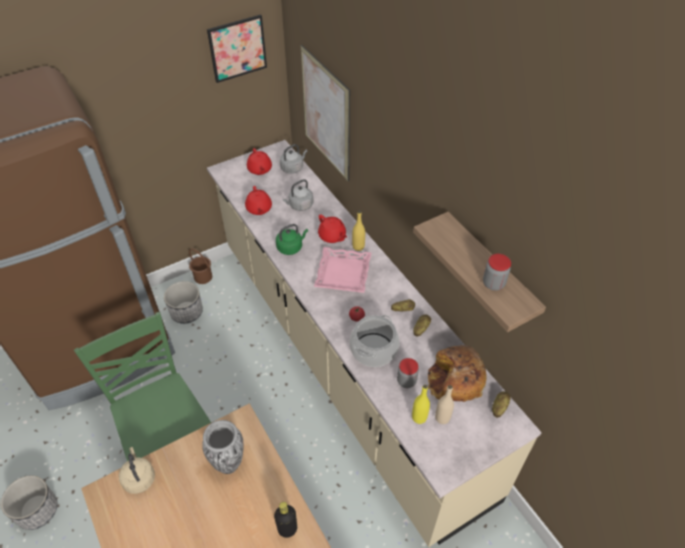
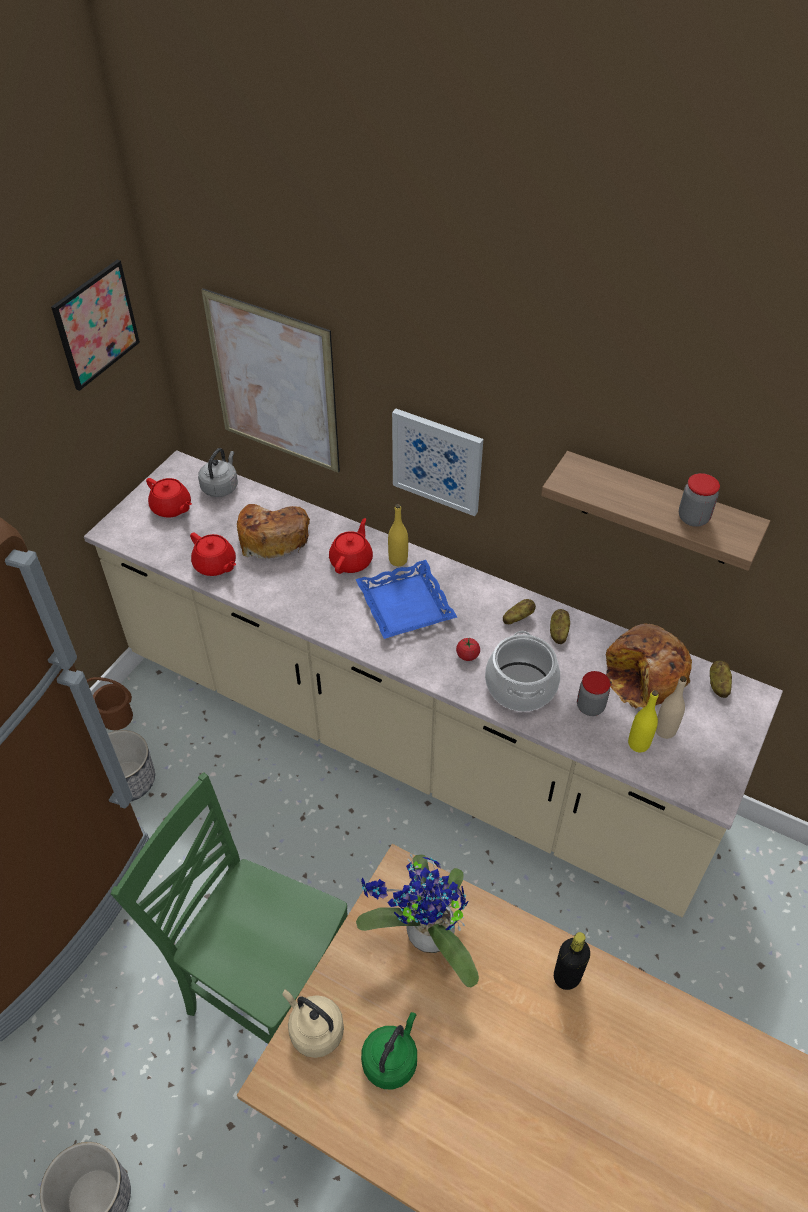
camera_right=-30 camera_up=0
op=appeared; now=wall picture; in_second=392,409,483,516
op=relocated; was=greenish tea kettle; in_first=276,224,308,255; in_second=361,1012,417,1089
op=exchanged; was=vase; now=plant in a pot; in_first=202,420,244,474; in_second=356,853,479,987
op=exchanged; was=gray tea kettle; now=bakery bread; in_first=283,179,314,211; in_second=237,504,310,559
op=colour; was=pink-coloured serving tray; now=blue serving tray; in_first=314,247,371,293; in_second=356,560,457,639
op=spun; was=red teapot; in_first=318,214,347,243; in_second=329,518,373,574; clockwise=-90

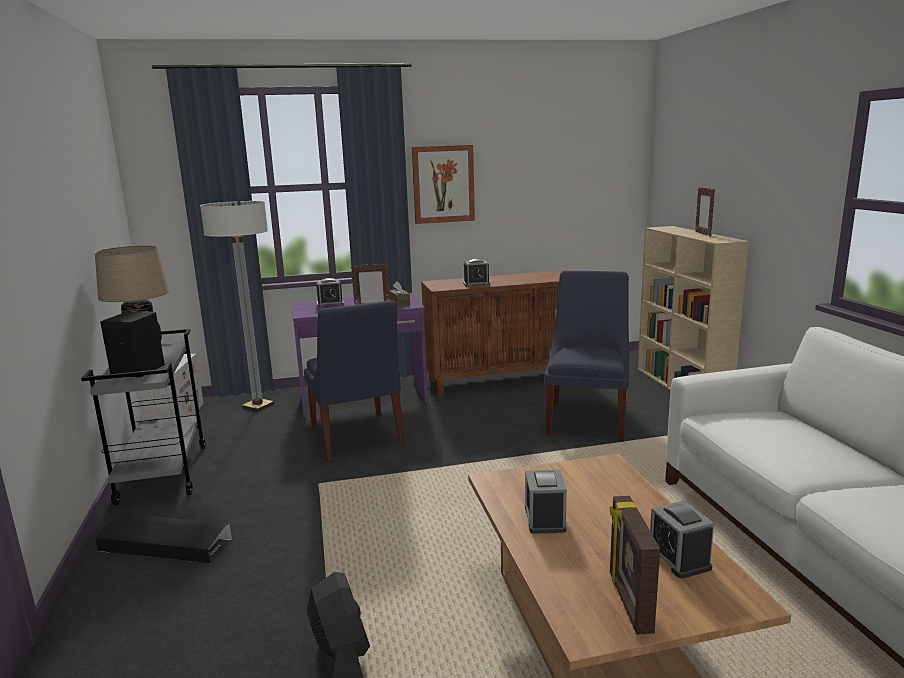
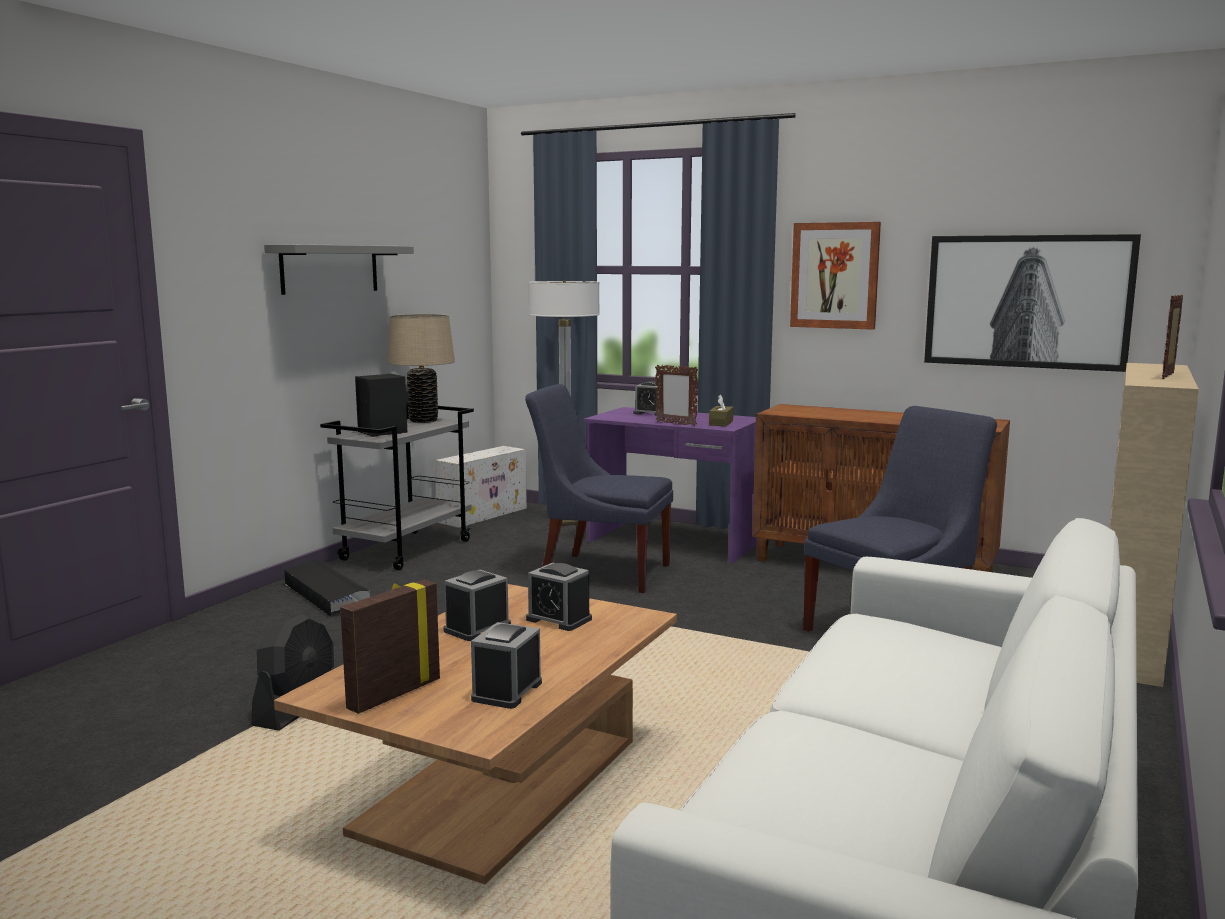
camera_right=40 camera_up=-5
op=appeared; now=gray shelf; in_second=264,244,414,295
op=appeared; now=wall picture; in_second=924,234,1141,372
op=relocated; was=bedside clock; in_first=463,259,490,287; in_second=526,563,592,631
op=spun; was=blue upright chair; in_first=304,300,405,461; in_second=525,384,673,593; clockwise=90

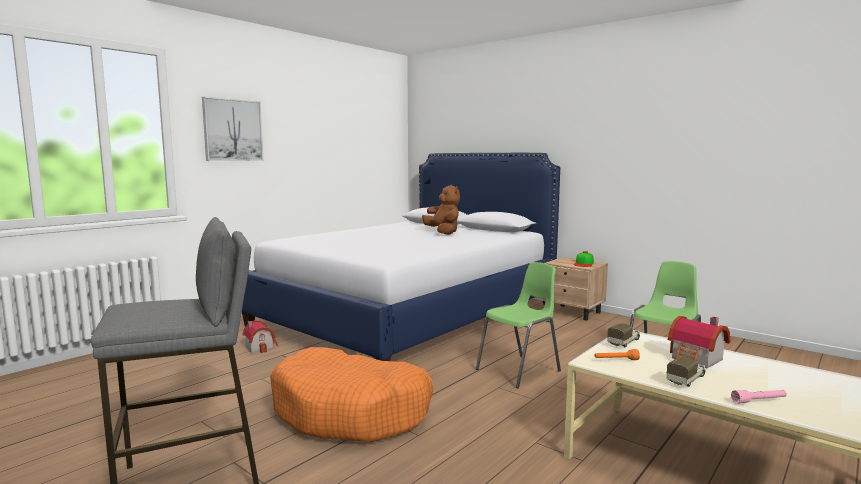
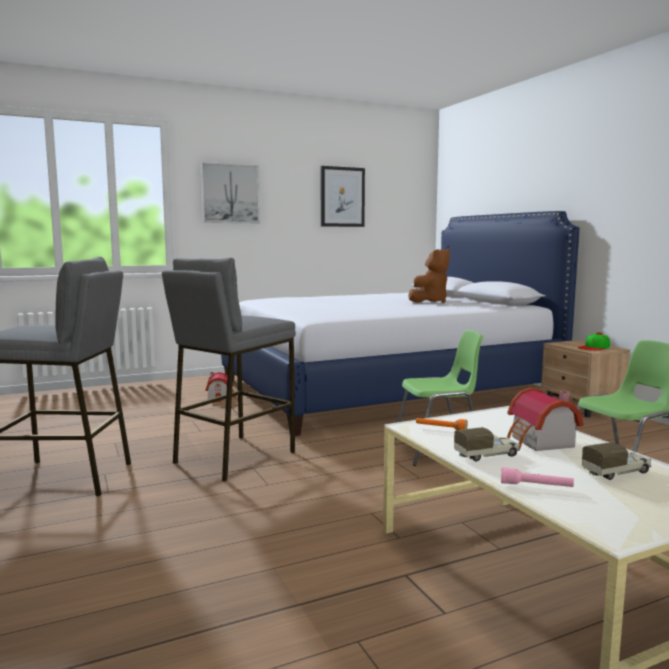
camera_right=25 camera_up=0
op=appeared; now=wall picture; in_second=321,166,365,227
op=relocated; was=toy lorry; in_first=607,323,640,347; in_second=582,442,651,480
op=exchanged; was=orangey dog bed; now=gray sitting stool; in_first=270,347,434,442; in_second=162,258,296,482
op=spun; was=brown plush toy; in_first=422,184,460,235; in_second=408,248,450,303; clockwise=45

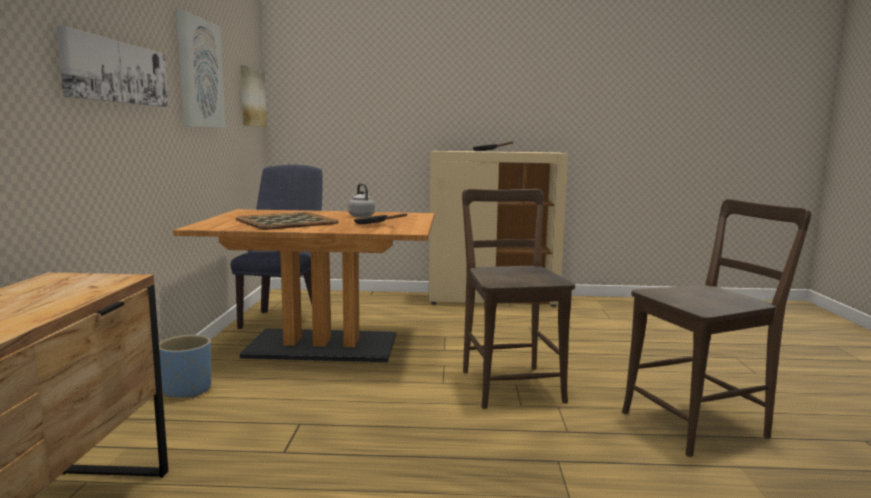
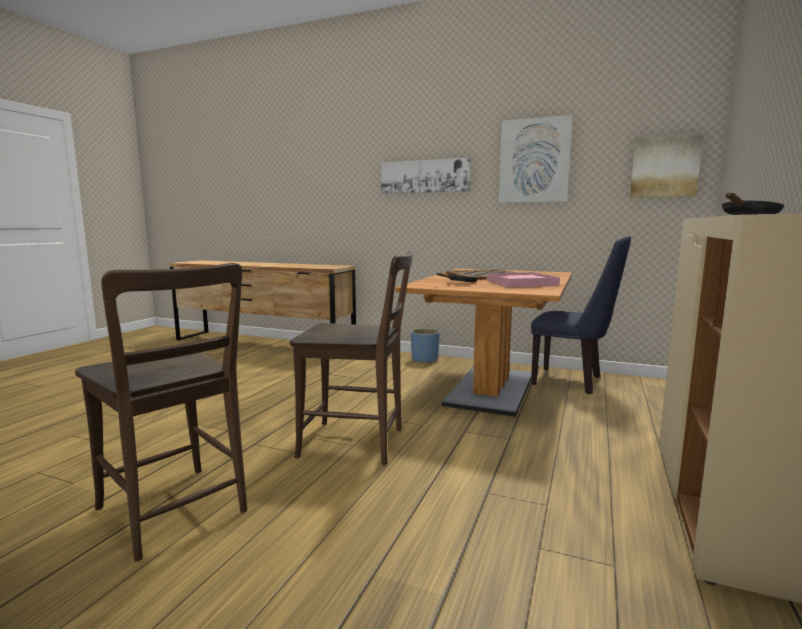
camera_right=110 camera_up=0
op=exchanged; was=gray tea kettle; now=pink-coloured serving tray; in_first=348,183,375,217; in_second=487,272,560,287
op=spun; was=brown upright chair; in_first=622,199,811,457; in_second=75,263,247,562; clockwise=-45

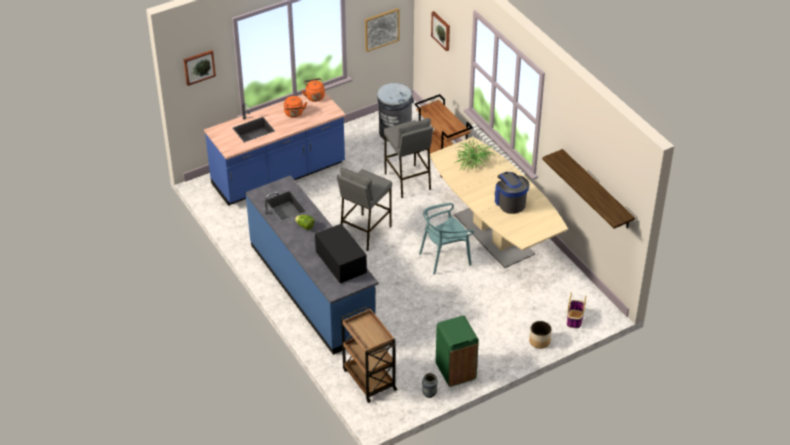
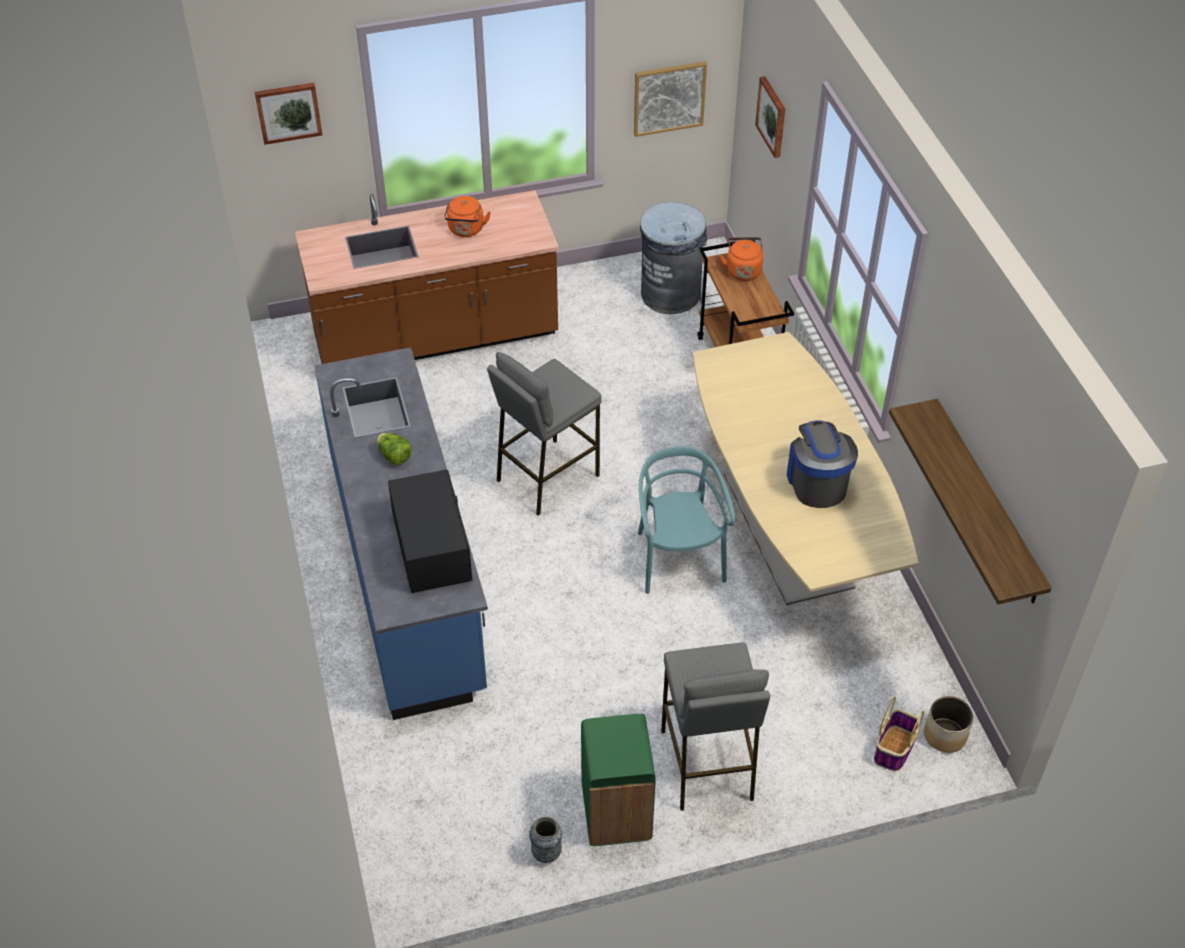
camera_right=15 camera_up=5
op=missing; was=brown wheeled cart; in_first=341,307,398,403
op=missing; was=plant in a pot; in_first=455,139,495,170
op=relocated; was=orangey tea kettle; in_first=302,78,325,102; in_second=719,237,763,281
op=relocated; was=gray sitting stool; in_first=384,118,433,198; in_second=661,643,770,811
op=relocated; was=plant pot; in_first=529,321,552,349; in_second=924,696,973,753
op=colour; was=blue kitchen counter; now=brown kitchen counter; in_first=204,92,346,206; in_second=295,190,559,364
op=spun; was=turquoise-coloured upright chair; in_first=419,203,474,275; in_second=638,446,735,594; clockwise=90

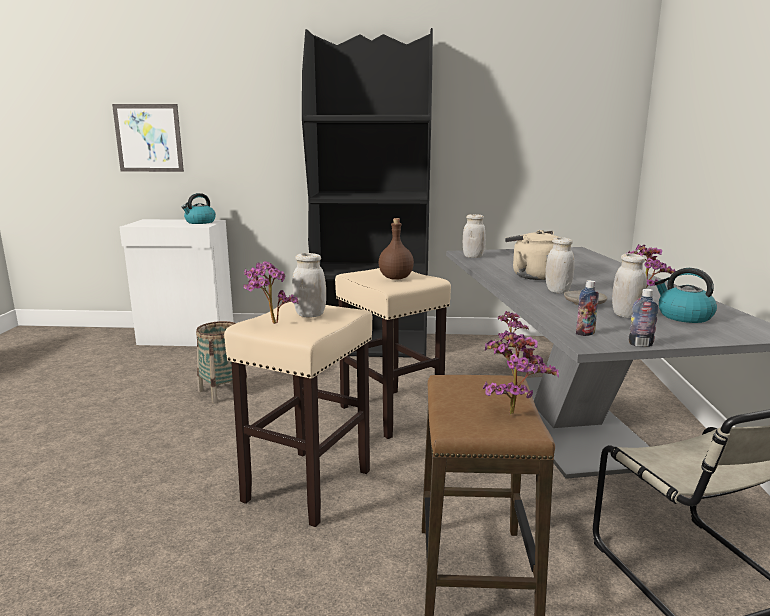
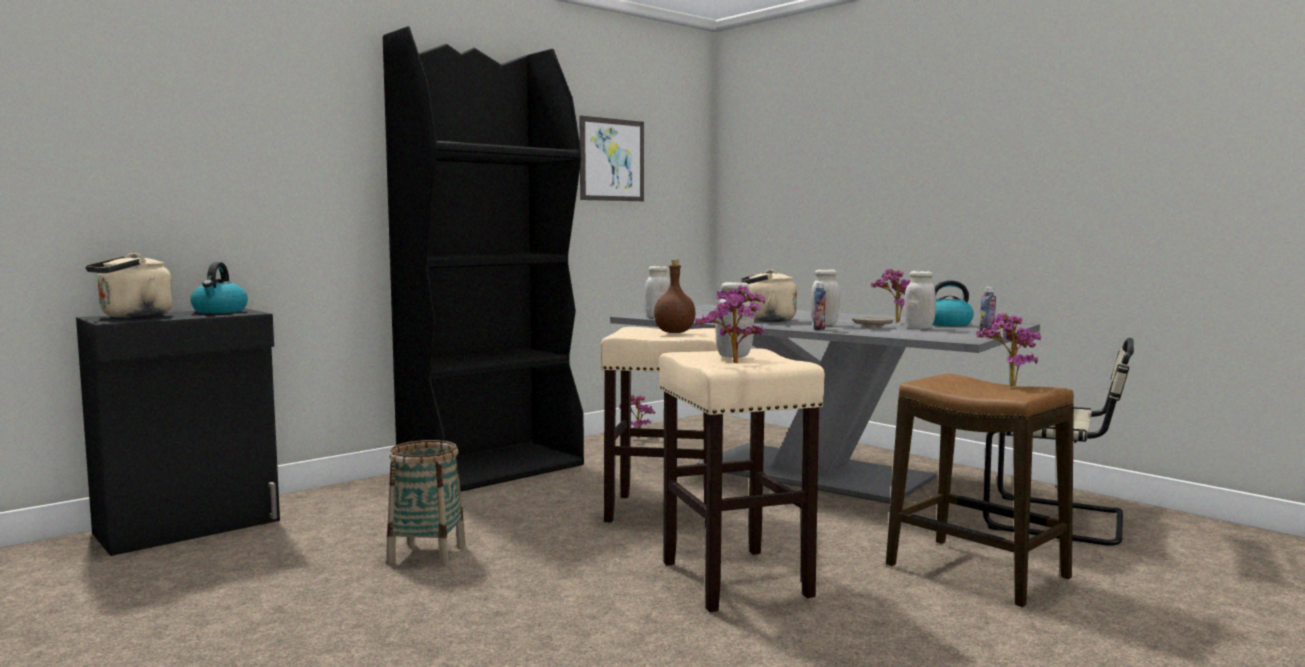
camera_right=-45 camera_up=-10
op=appeared; now=sand-coloured tea kettle; in_second=85,253,173,318
op=relocated; was=wall picture; in_first=112,104,184,172; in_second=579,116,644,201
op=relocated; was=drink bottle; in_first=576,280,599,336; in_second=813,283,826,330
op=colour; was=white-coloured cabinet; now=black cabinet; in_first=119,219,233,346; in_second=76,308,280,556

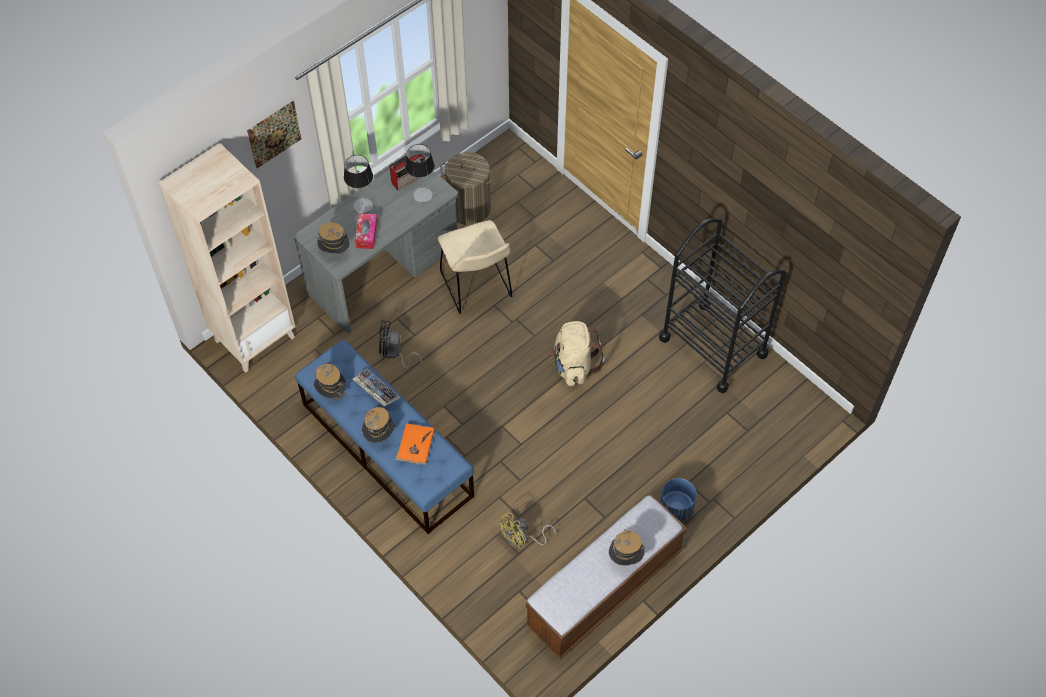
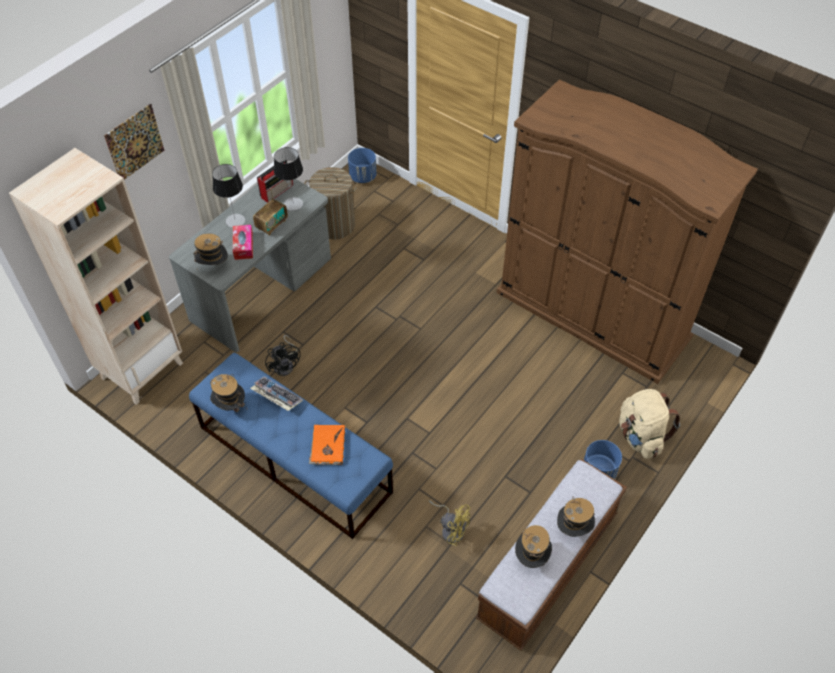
camera_right=-10 camera_up=-5
op=missing; was=sand-coloured upright chair; in_first=438,220,512,314
op=appeared; now=radio; in_second=253,188,288,236
op=appeared; now=blue plant pot; in_second=348,148,377,183
op=relocated; was=clothing hat; in_first=362,407,395,443; in_second=515,525,552,568
op=relocated; was=sand-coloured knapsack; in_first=550,321,605,386; in_second=619,389,680,459
op=exchanged; was=black wheeled cart; now=brown armoire; in_first=659,218,786,393; in_second=497,79,758,384
op=spun; was=black fan; in_first=378,320,422,368; in_second=265,335,300,376; clockwise=-105
op=spun; was=yellowish fan; in_first=497,512,556,549; in_second=429,500,470,546; clockwise=-105

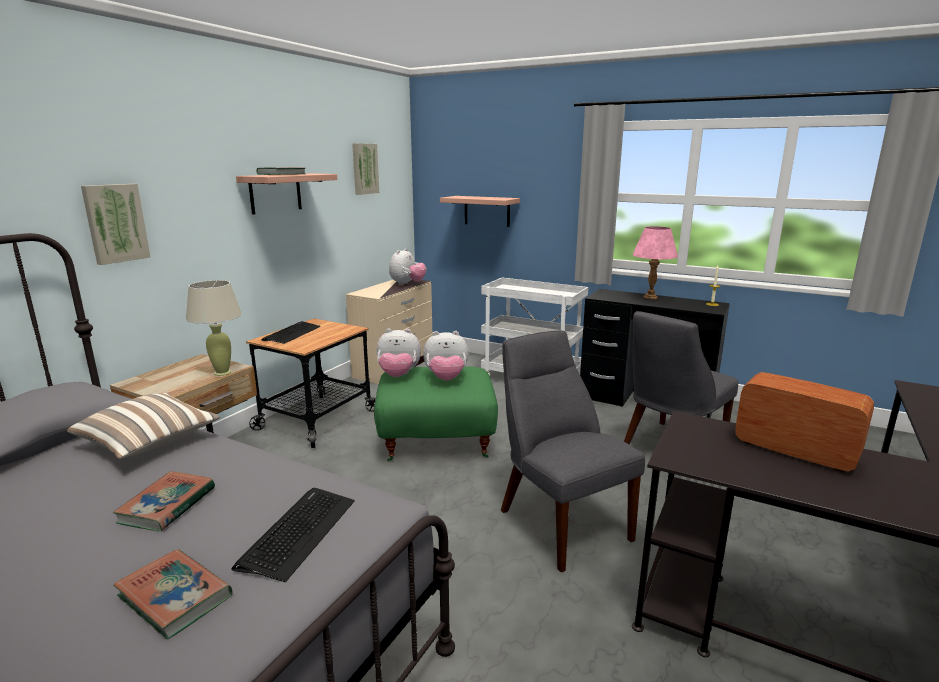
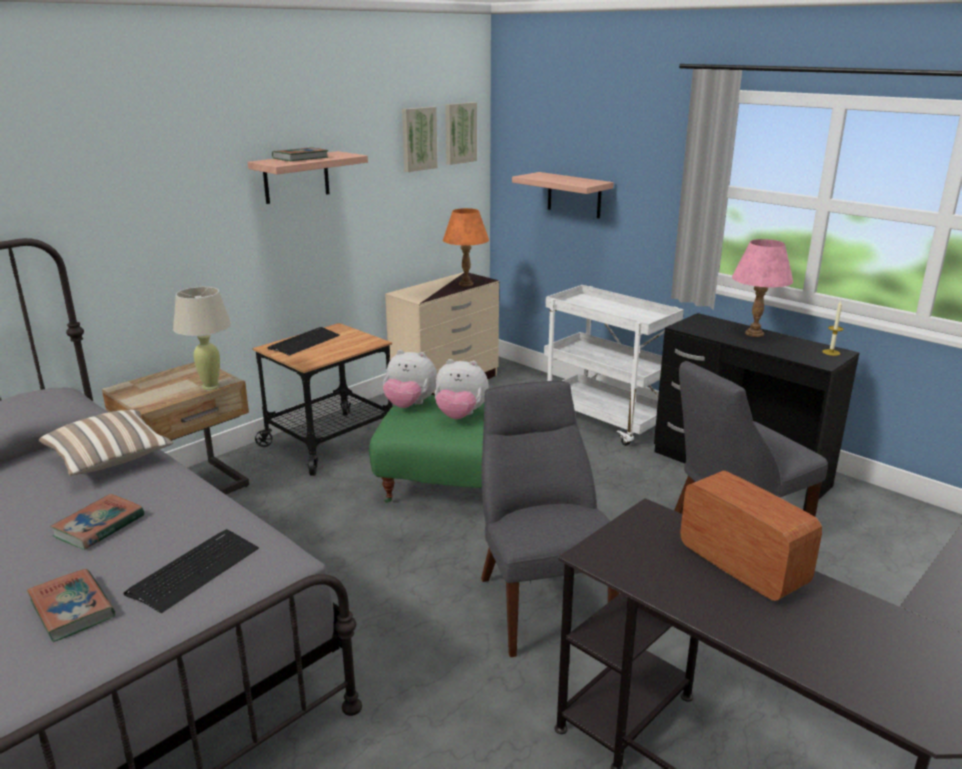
camera_right=15 camera_up=5
op=relocated; was=wall picture; in_first=81,184,150,265; in_second=445,102,477,165
op=exchanged; was=plush toy; now=orangey lamp for a table; in_first=389,248,426,286; in_second=443,208,489,286

